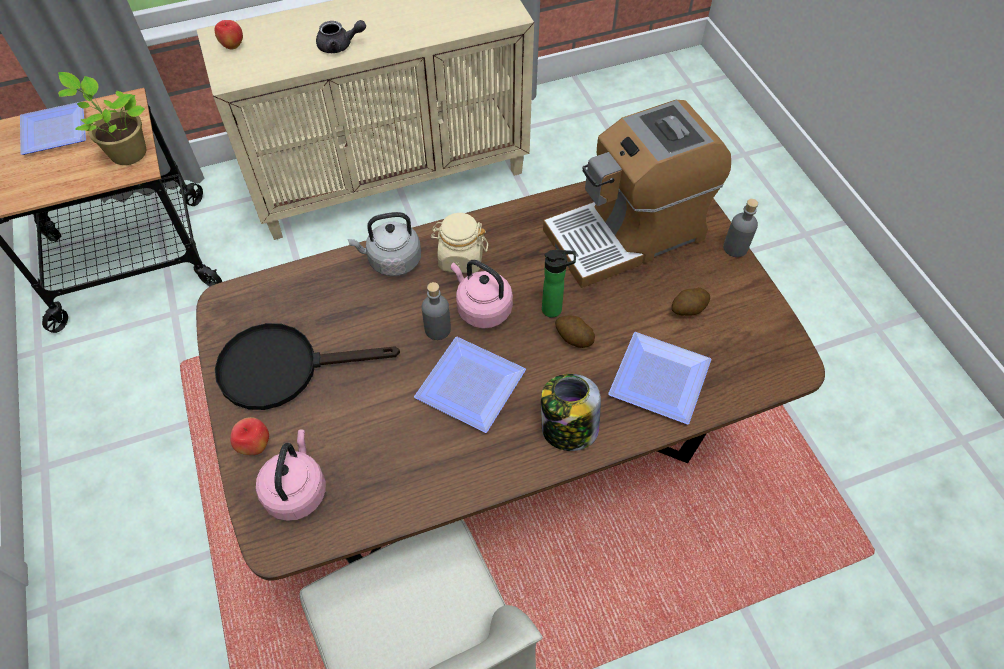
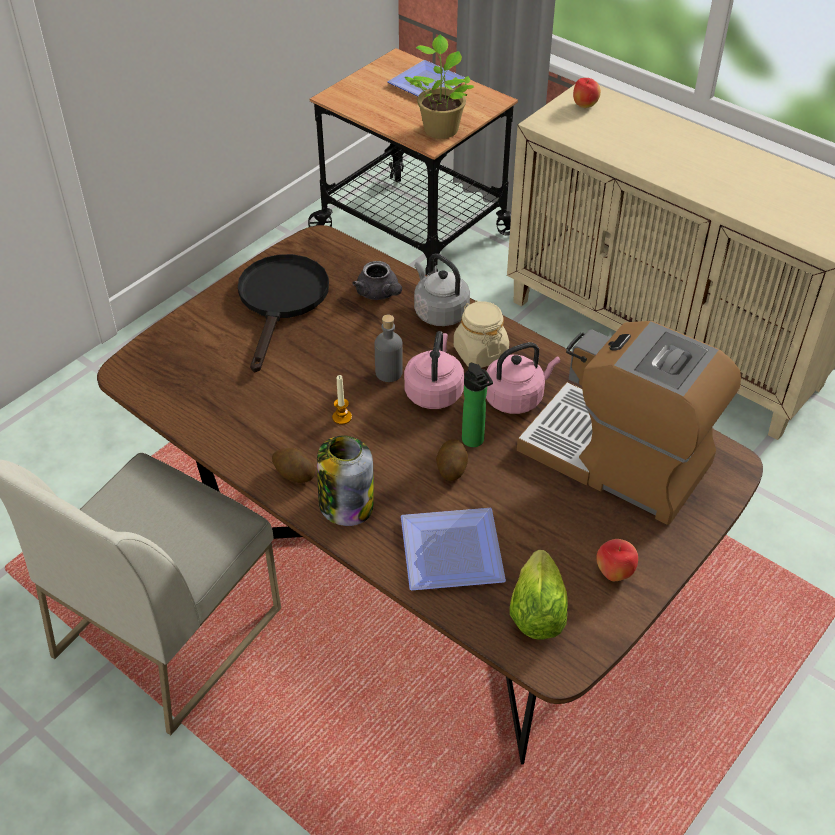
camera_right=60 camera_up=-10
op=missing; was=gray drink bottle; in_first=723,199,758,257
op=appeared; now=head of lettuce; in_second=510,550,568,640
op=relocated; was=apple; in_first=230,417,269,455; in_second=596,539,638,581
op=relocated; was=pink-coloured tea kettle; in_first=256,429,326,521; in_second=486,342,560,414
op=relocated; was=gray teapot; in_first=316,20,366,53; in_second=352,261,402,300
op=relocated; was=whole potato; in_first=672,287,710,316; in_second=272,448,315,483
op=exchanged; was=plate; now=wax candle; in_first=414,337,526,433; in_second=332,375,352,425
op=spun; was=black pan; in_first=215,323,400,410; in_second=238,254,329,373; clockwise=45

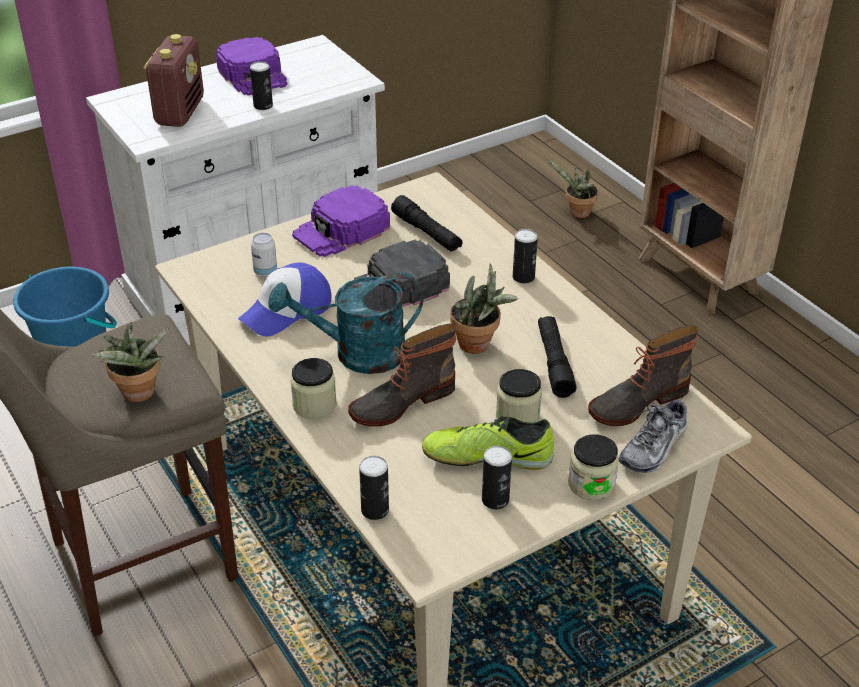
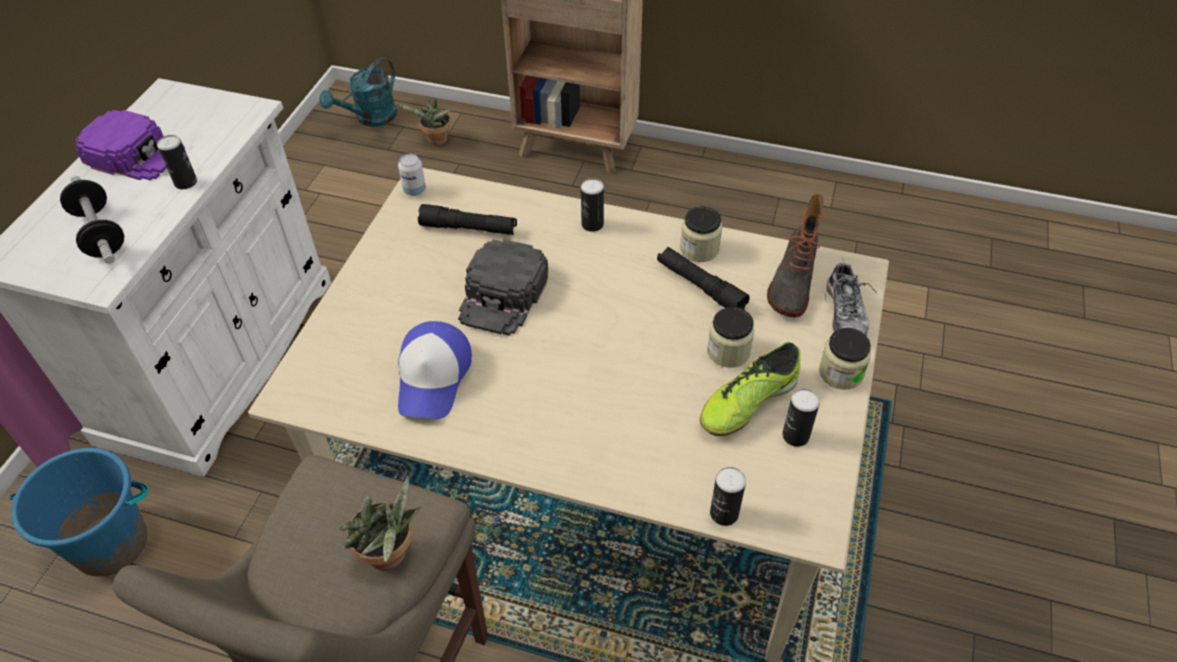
camera_right=-40 camera_up=10
op=missing; was=purple-coloured baseball cap; in_first=292,185,390,257
op=missing; was=tall boot; in_first=348,324,456,427
op=missing; was=plant in a pot; in_first=450,264,518,354
op=relocated; was=can; in_first=251,233,277,277; in_second=398,154,426,196
op=relocated; was=turquoise-coloured watering can; in_first=268,272,423,374; in_second=319,58,397,127
op=relocated; was=jar; in_first=290,358,337,419; in_second=680,206,723,262
op=exchanged; was=radio; now=hand weight; in_first=144,34,204,127; in_second=60,176,124,264

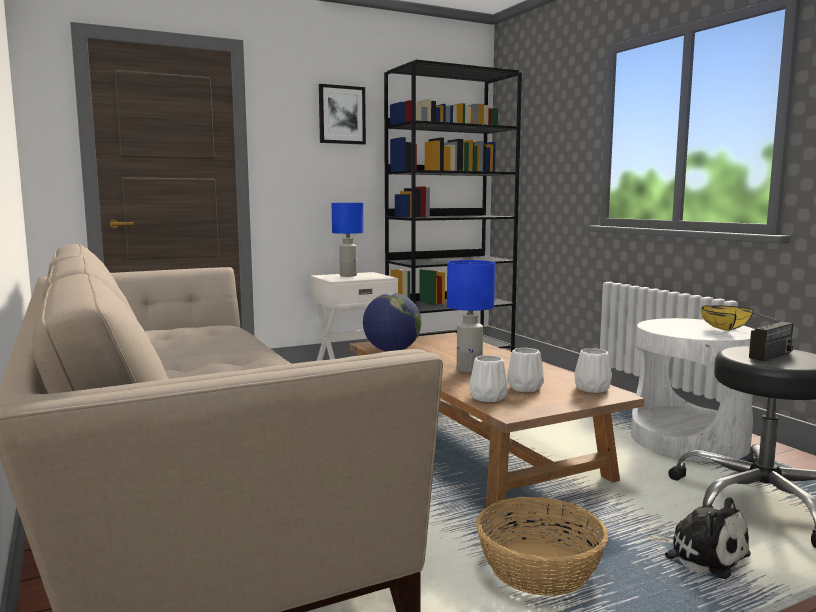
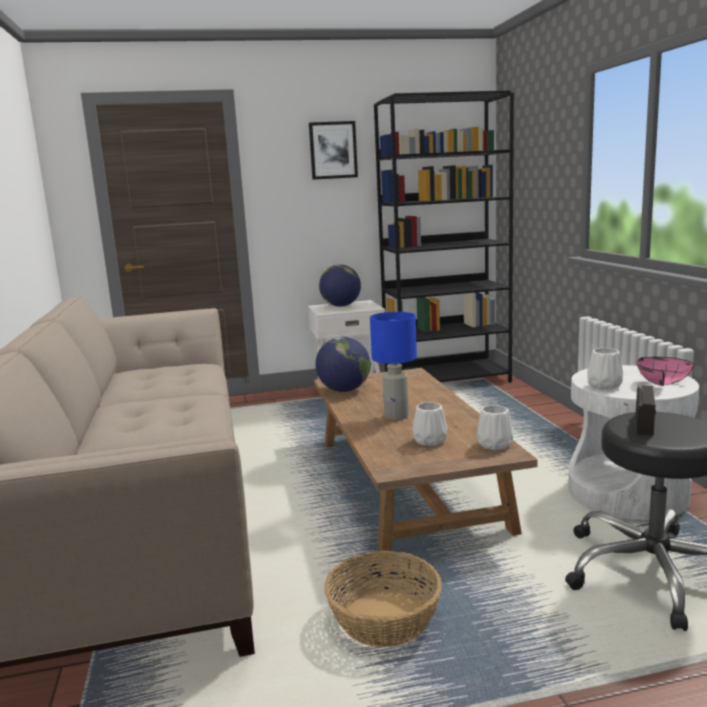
camera_right=15 camera_up=5
op=missing; was=plush toy; in_first=645,497,751,579
op=relocated; was=white-coloured vase; in_first=470,355,508,402; in_second=587,348,623,389
op=exchanged; was=blue lamp for a table; now=globe; in_first=332,203,364,277; in_second=319,264,361,307
op=colour; was=yellowish deep dish; now=pink-coloured deep dish; in_first=701,306,754,331; in_second=636,357,694,386
op=spun; was=radio; in_first=738,308,793,361; in_second=636,385,656,435; clockwise=-45

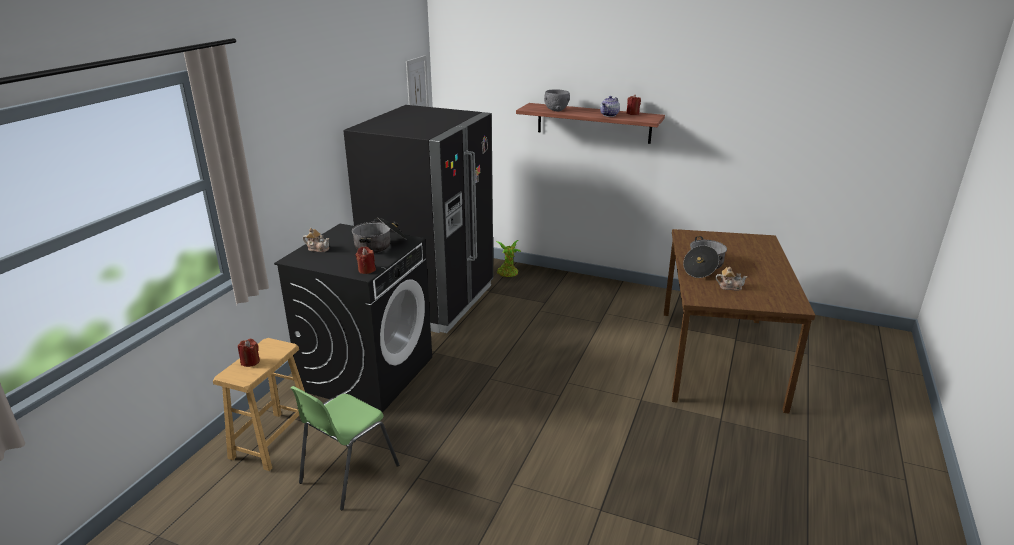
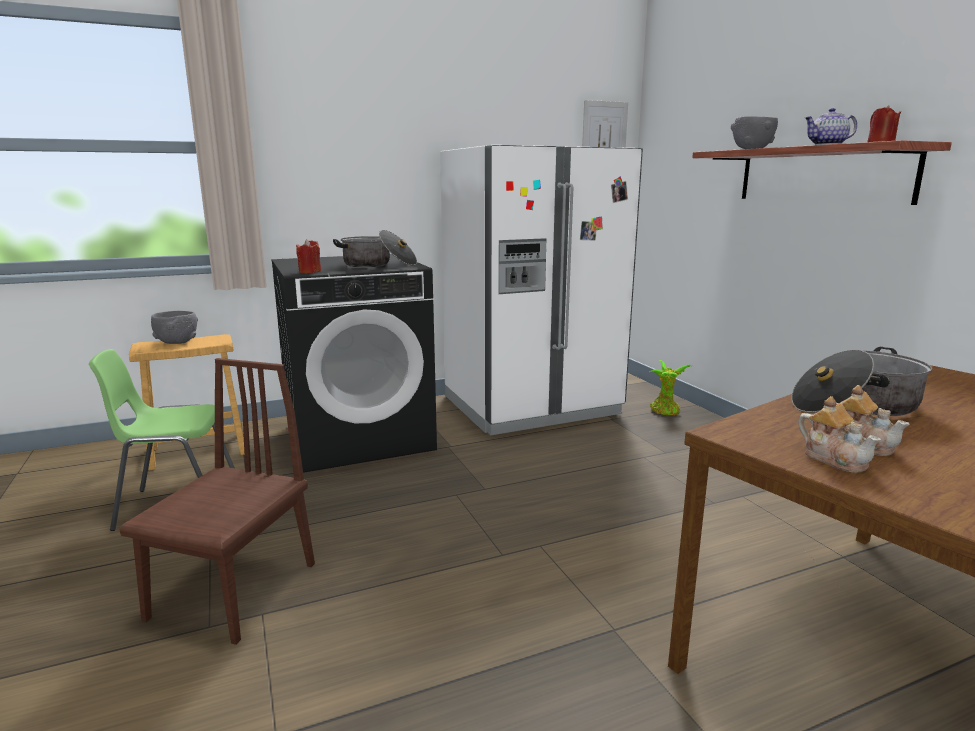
camera_right=45 camera_up=-10
op=appeared; now=brown upright chair; in_second=119,358,315,645
op=relocated; was=teapot; in_first=303,228,330,252; in_second=798,396,881,473
op=exchanged; was=red wax candle; now=gray deep dish; in_first=238,339,260,367; in_second=151,311,198,344
op=colour; was=black kitchen fridge; now=white-coloured kitchen fridge; in_first=343,105,493,333; in_second=440,145,643,435

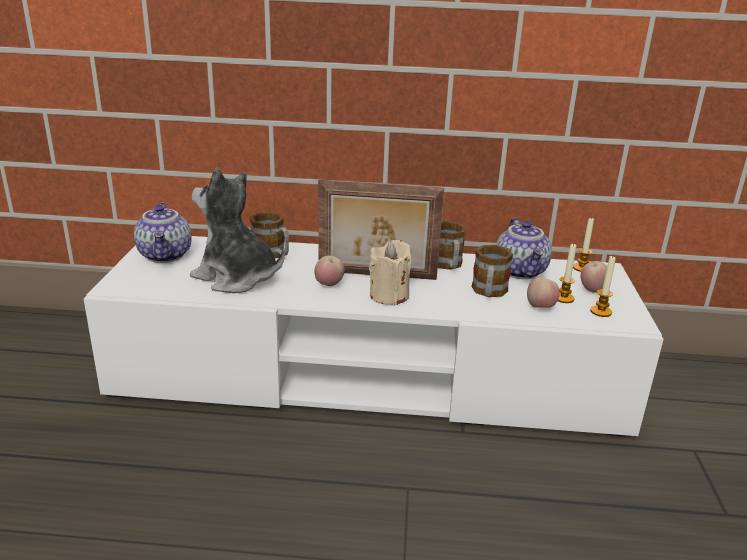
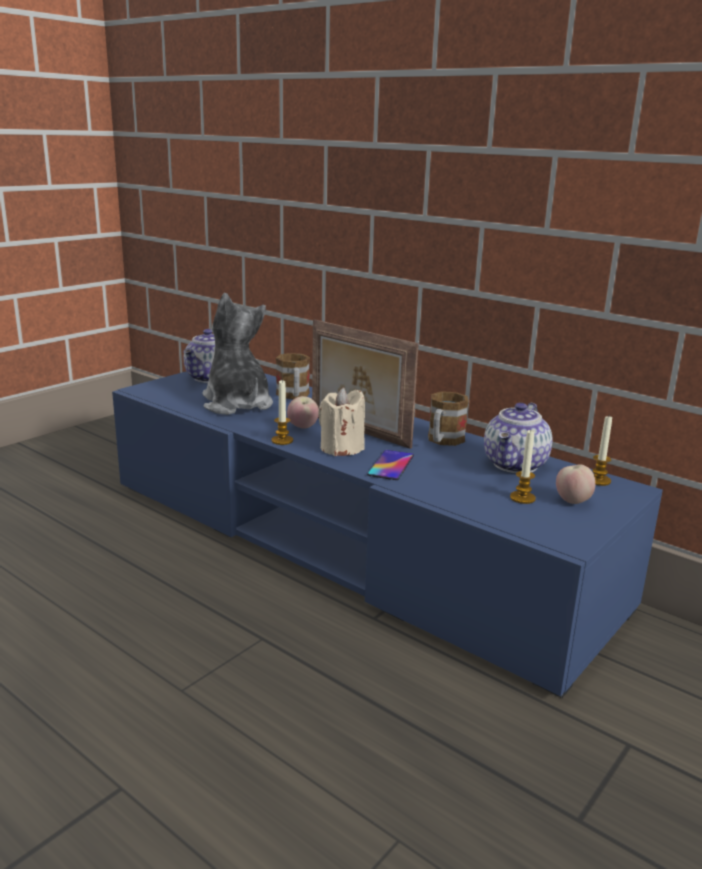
camera_right=35 camera_up=-5
op=missing; was=tea mug; in_first=471,245,513,297
op=missing; was=apple; in_first=527,278,560,308
op=appeared; now=handset; in_second=367,450,414,480
op=relocated; was=wax candle; in_first=590,256,616,317; in_second=272,380,293,445
op=colour; was=white-coloured media console; now=blue media console; in_first=84,236,664,437; in_second=112,371,663,698

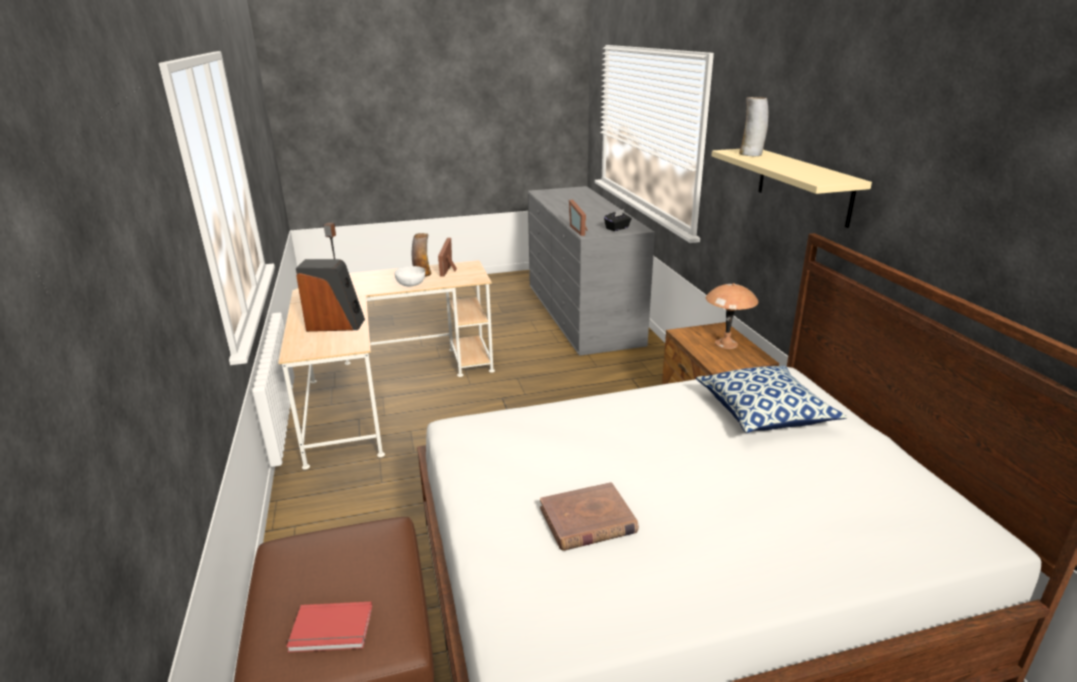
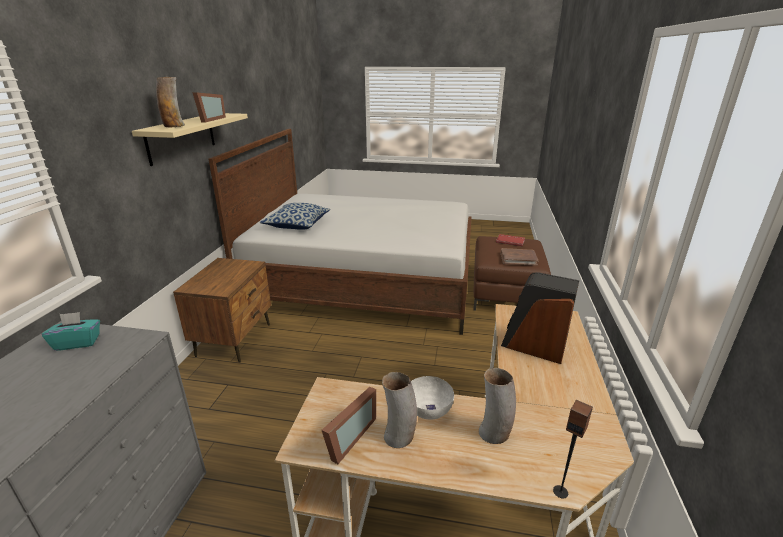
camera_right=-155 camera_up=0
op=missing; was=brown lamp for a table; in_first=706,283,759,349
op=appeared; now=vase; in_second=479,368,516,444
op=relocated; was=brown volume; in_first=540,482,639,551; in_second=501,248,538,266
op=relocated; was=standing frame; in_first=569,200,588,236; in_second=192,92,226,122
op=colour; was=black tissue box; now=turquoise-coloured tissue box; in_first=604,209,632,231; in_second=42,312,100,351

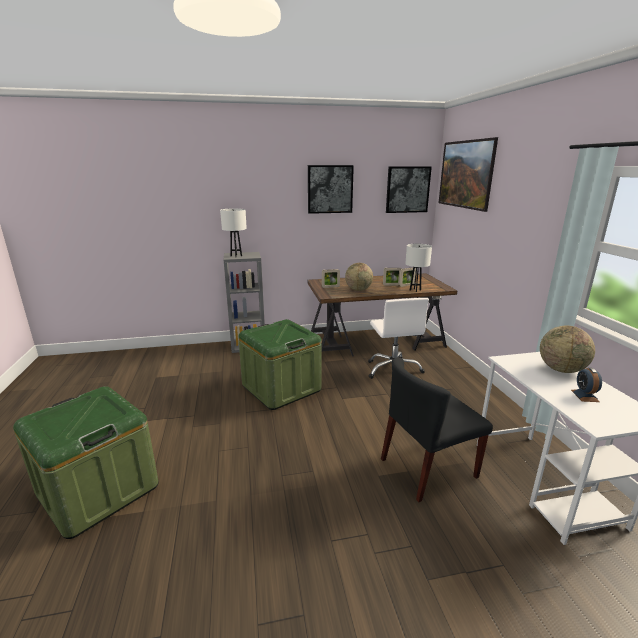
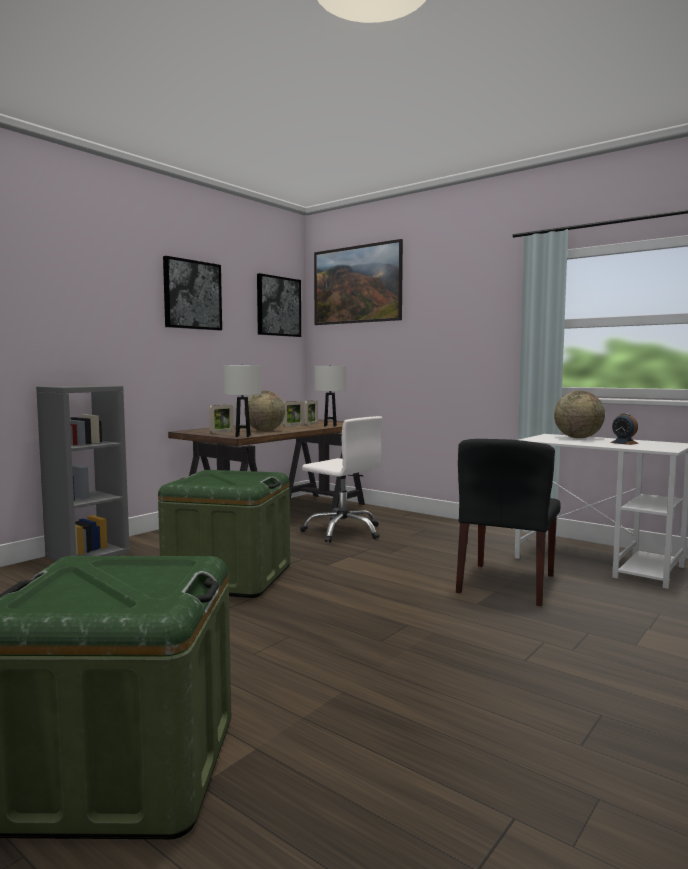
camera_right=-40 camera_up=-15
op=relocated; was=white-coloured lamp for a table; in_first=220,208,247,257; in_second=223,365,261,437

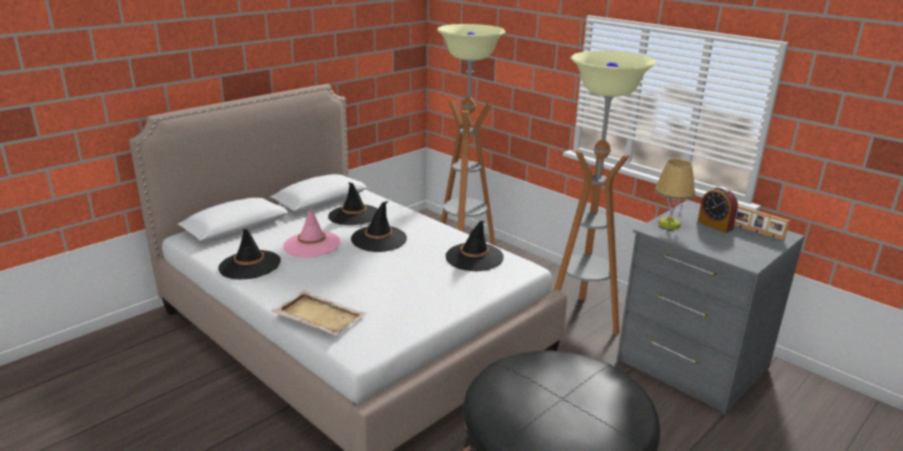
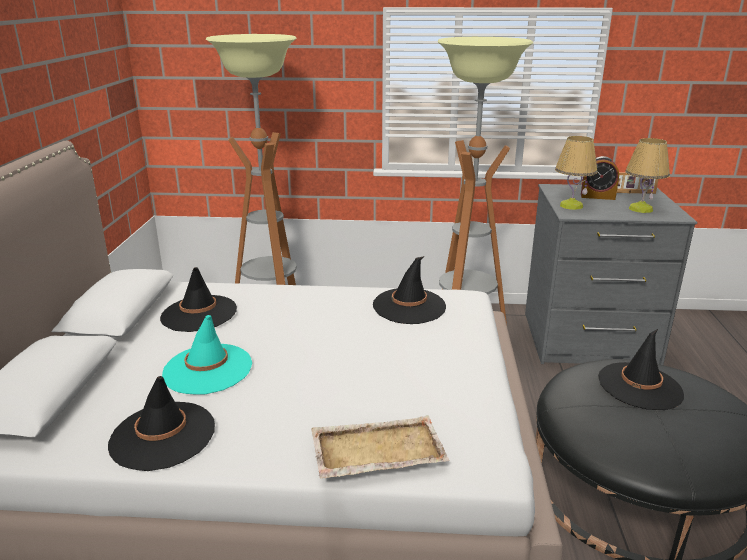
camera_right=-40 camera_up=0
op=appeared; now=lamp for a table; in_second=625,138,670,213
op=relocated; was=black clothing hat; in_first=351,201,407,252; in_second=598,329,684,410
op=colour; was=pink-coloured clothing hat; now=turquoise-coloured clothing hat; in_first=283,209,341,257; in_second=162,315,252,395

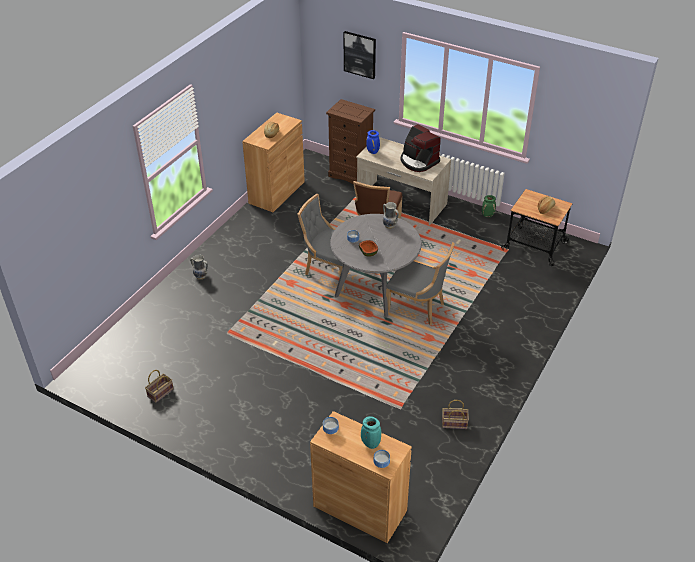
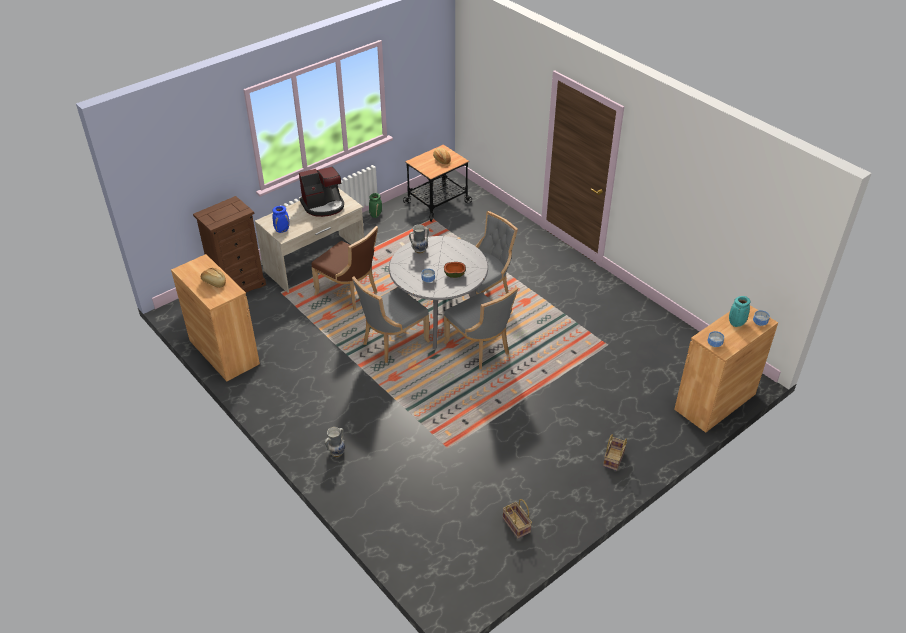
camera_right=-70 camera_up=0
op=missing; was=wall picture; in_first=343,31,376,79
op=appeared; now=gray upright chair; in_second=444,287,518,369
op=relocated; was=storage basket; in_first=442,400,469,429; in_second=603,434,627,471

